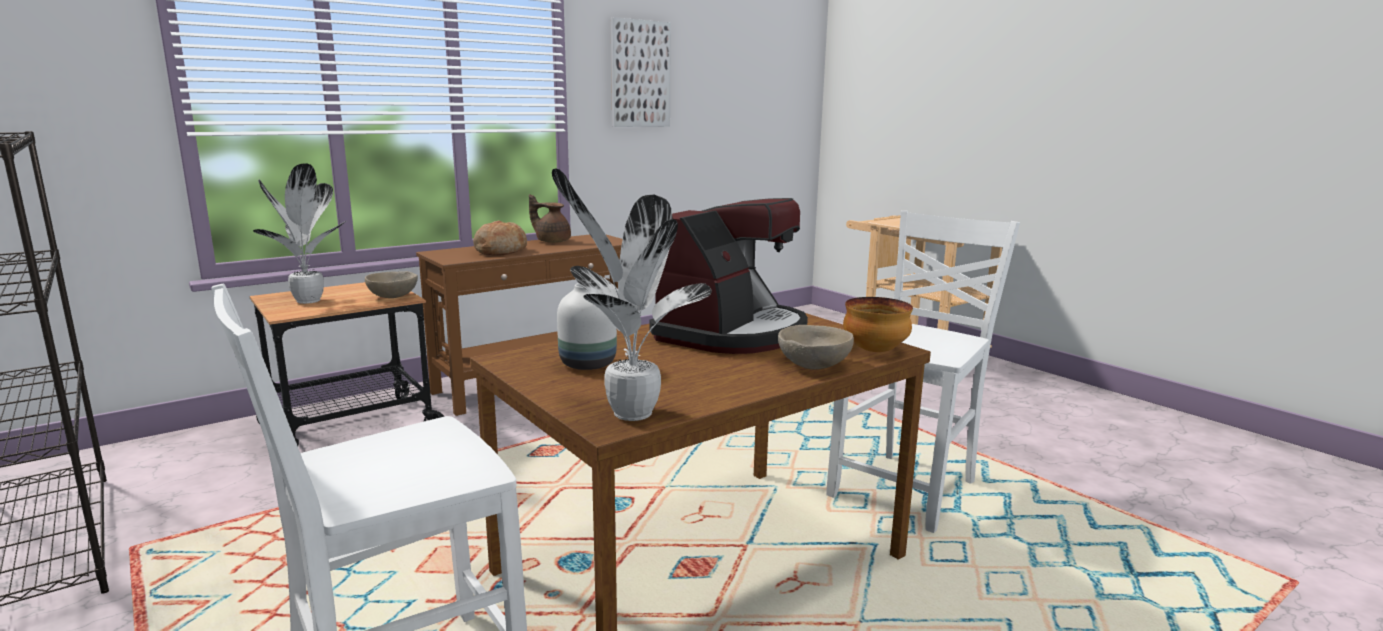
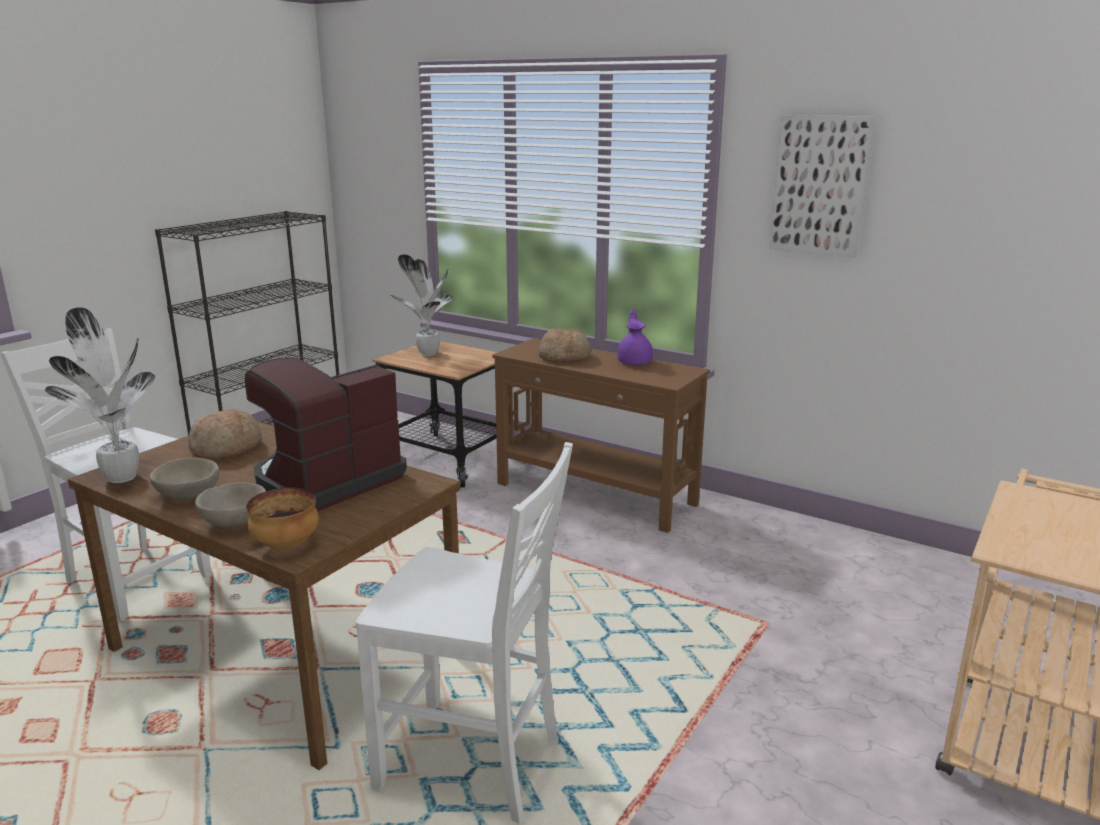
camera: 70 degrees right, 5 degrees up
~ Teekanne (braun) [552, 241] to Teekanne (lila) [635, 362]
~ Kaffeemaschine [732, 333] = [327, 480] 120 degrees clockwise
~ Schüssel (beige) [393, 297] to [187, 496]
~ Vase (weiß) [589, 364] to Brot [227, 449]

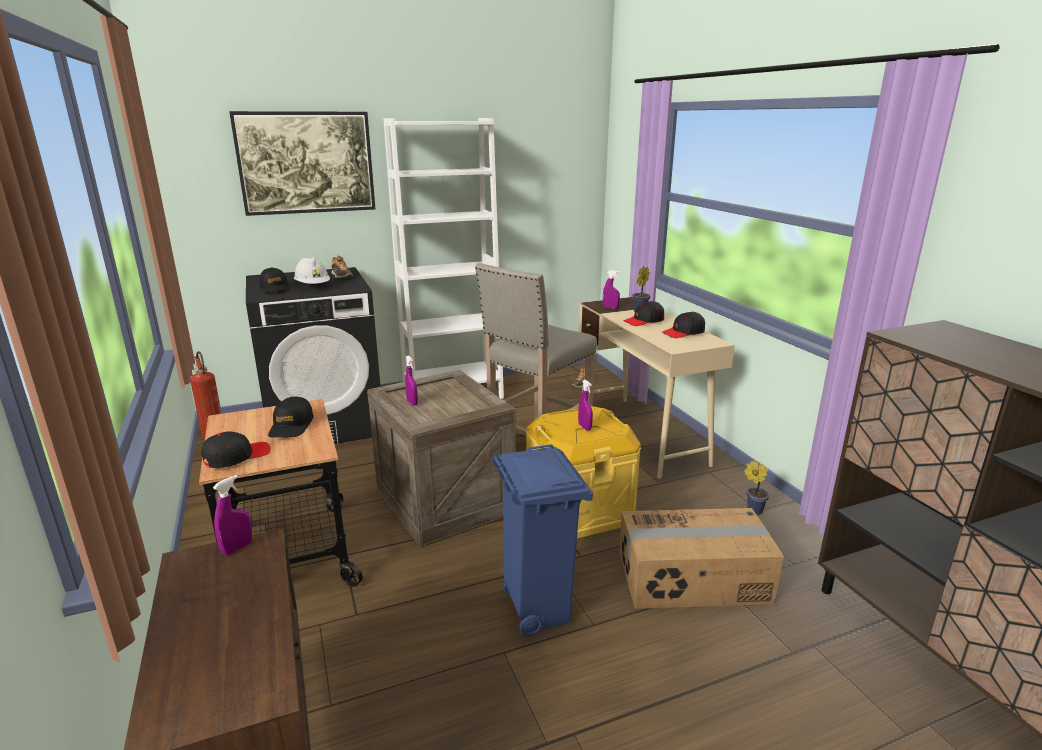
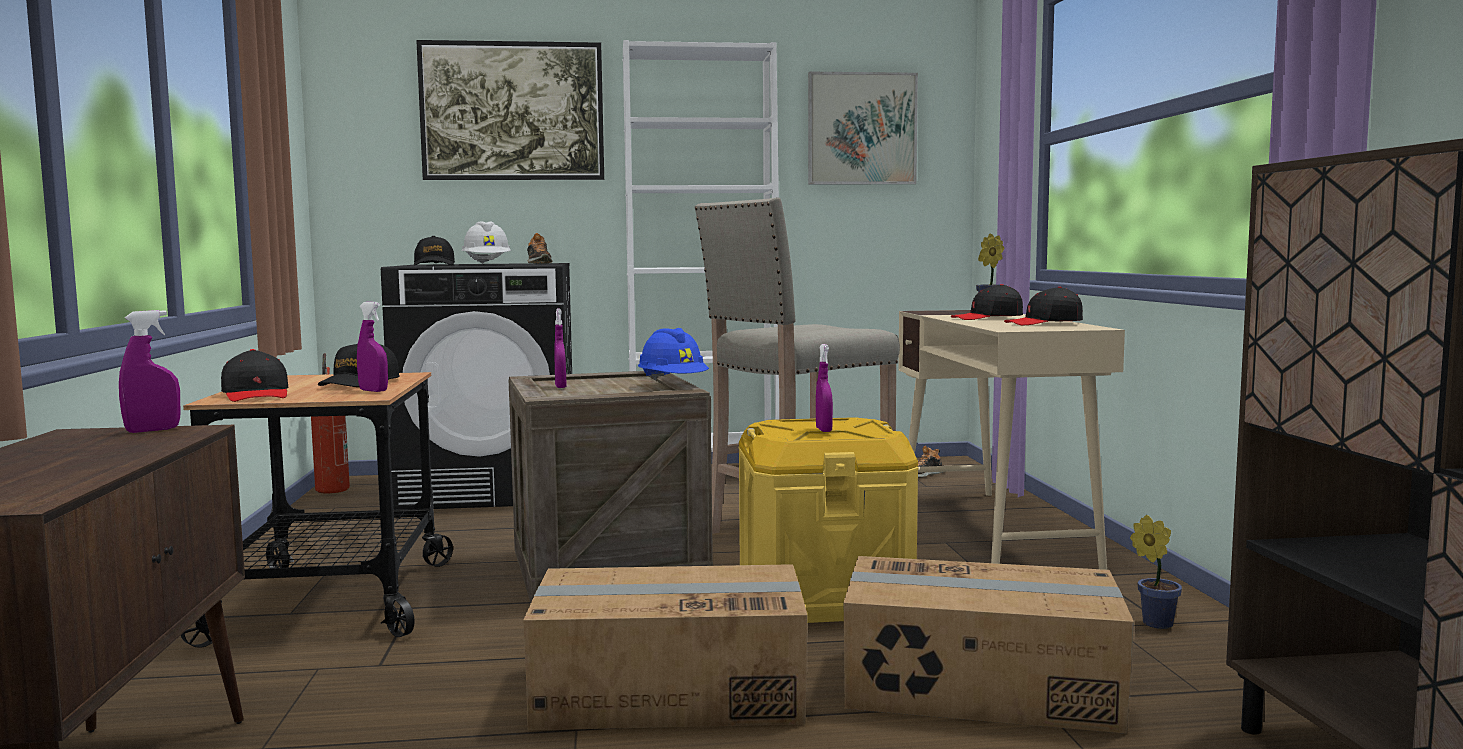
camera: 15 degrees right, 15 degrees down
~ Sprühflasche (lila) [610, 308] to [373, 391]
~ Kappe (schwarz) [236, 456] = [256, 395] 90 degrees clockwise
~ Mülleimer (blau) [537, 609] to Karton [669, 691]
+ Bild [862, 129]
+ Schutzhelm (blau) [673, 384]

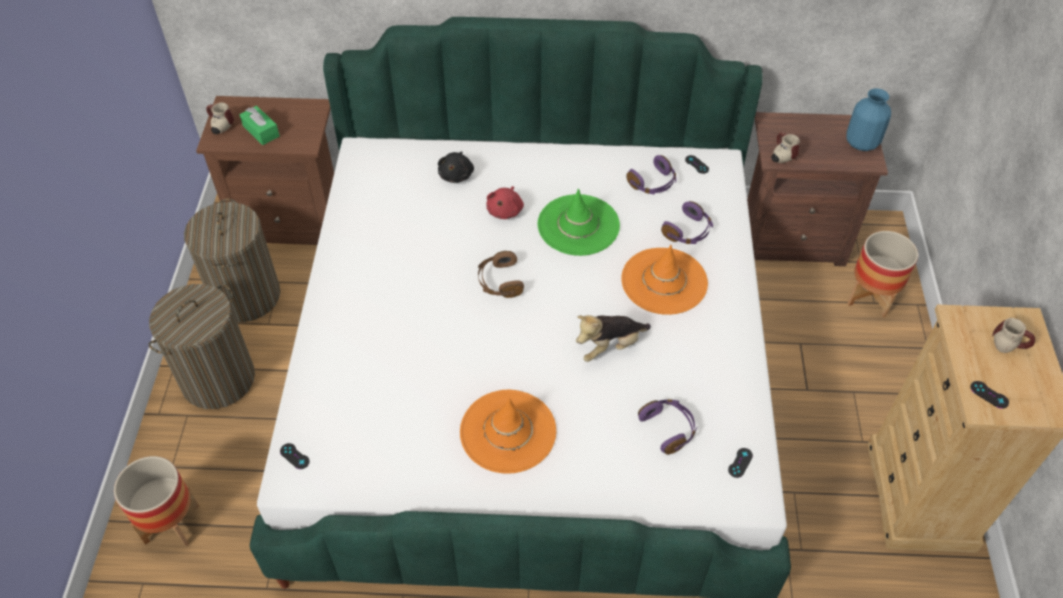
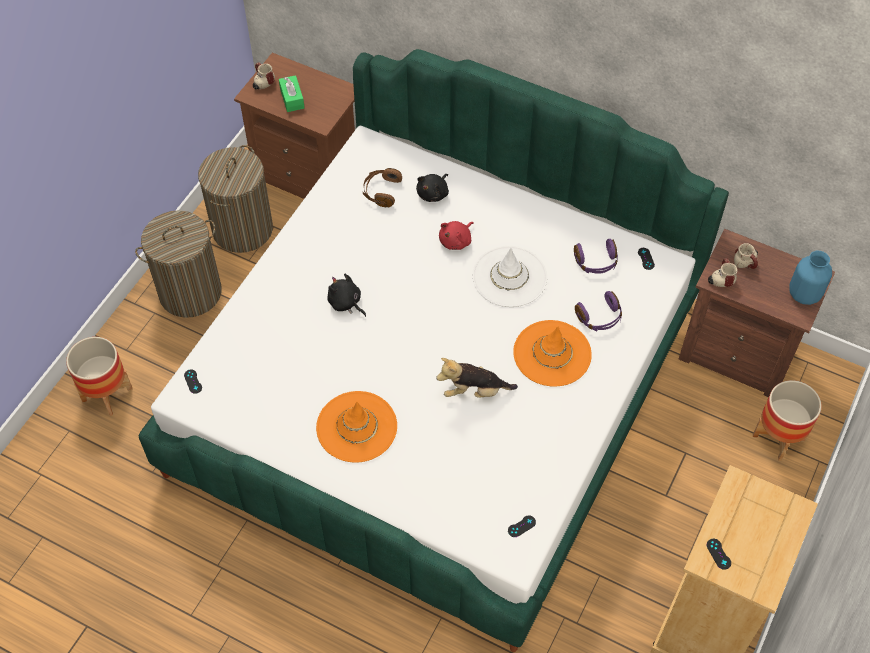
camera: 25 degrees right, 5 degrees up
~ Hut (grün) [578, 225] to Hut (weiß) [509, 277]
~ Kopfhörer (braun) [499, 281] to [381, 191]
~ Henkelbecher [1009, 342] to [747, 263]
- Kopfhörer (lila) [668, 429]
+ Plüschtier (schwarz) [346, 303]

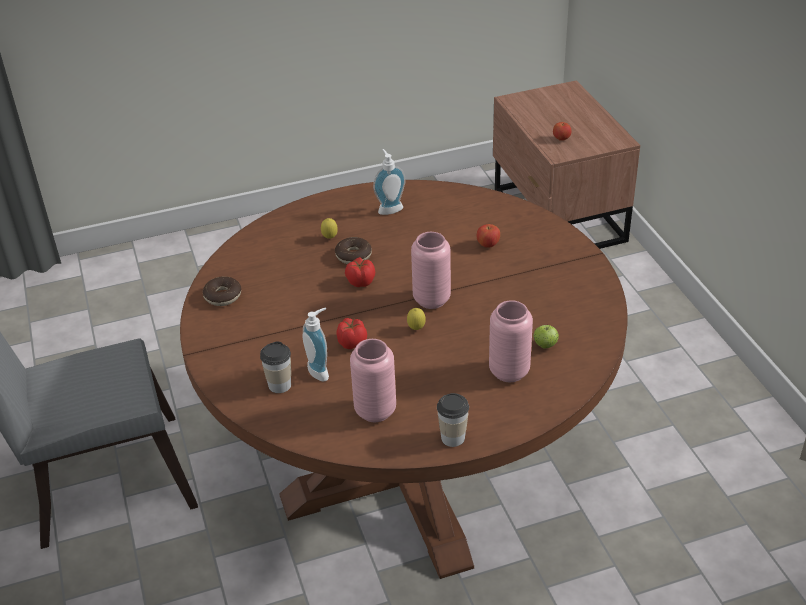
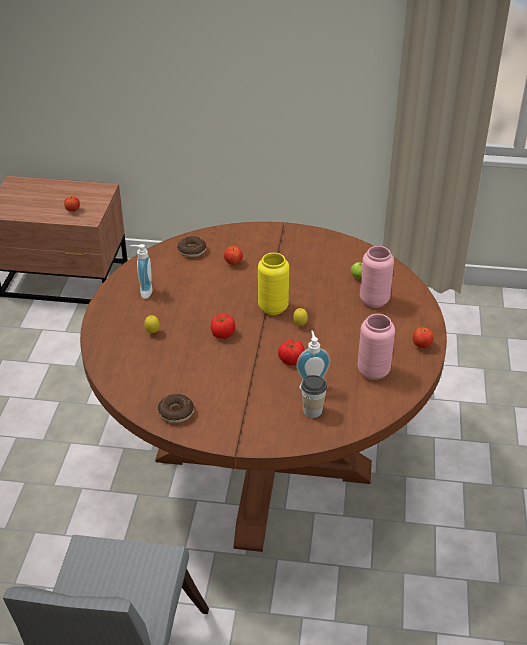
camera: 65 degrees left, 0 degrees up
~ Vase (rosa) [431, 300] to Vase (gelb) [273, 308]
~ Donut [353, 256] to [192, 251]
~ Tasse [453, 438] to Apfel [421, 345]

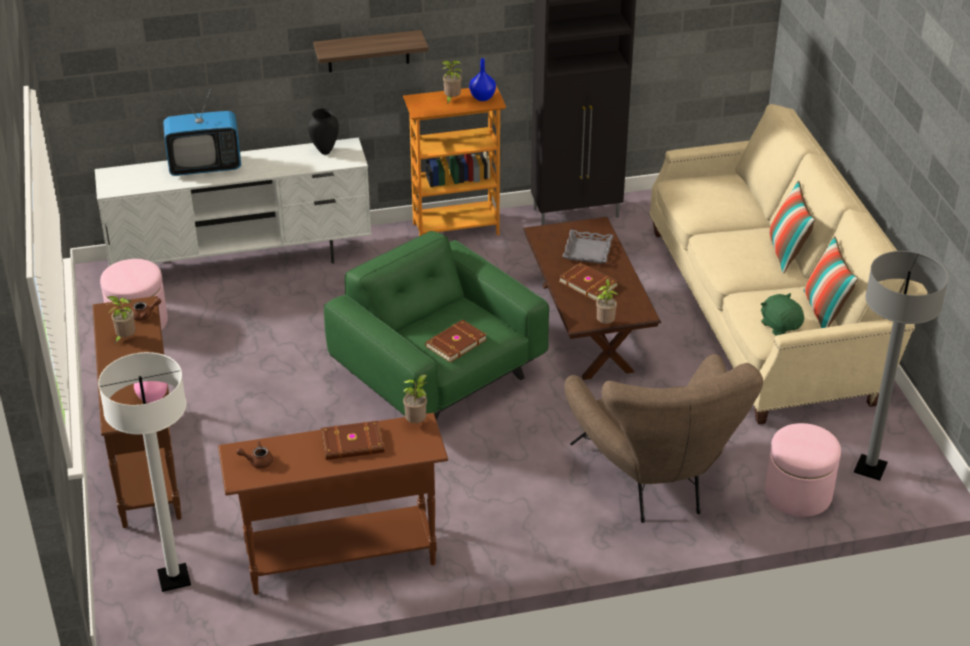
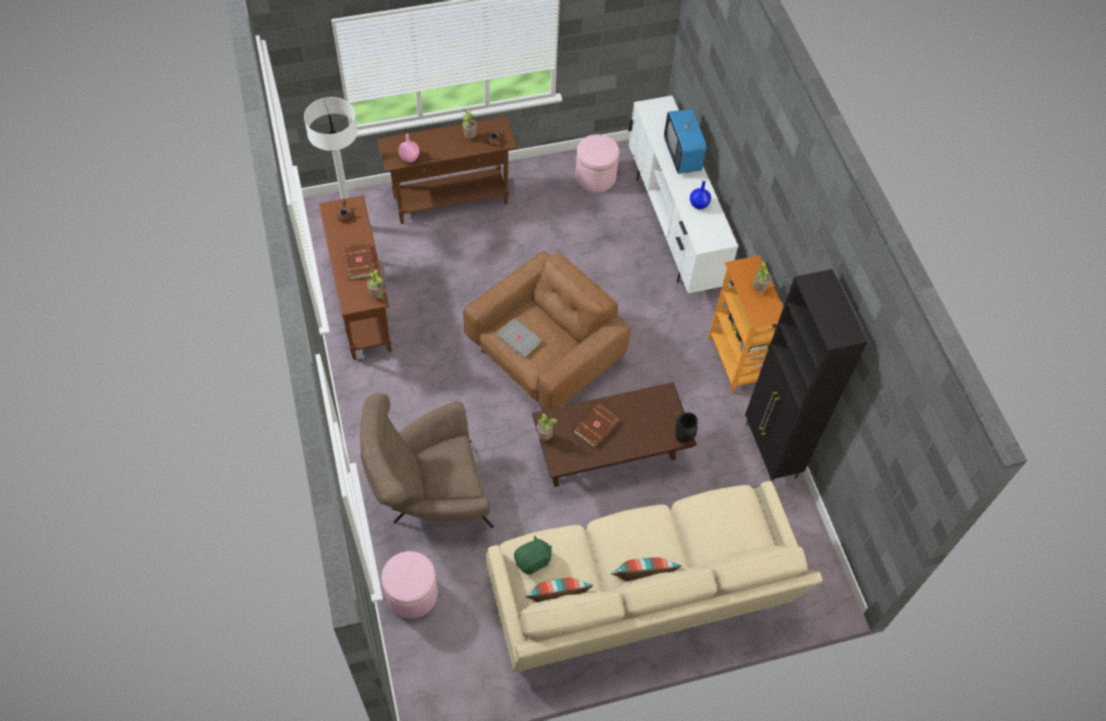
camera: 85 degrees right, 20 degrees up
- Wandregal [368, 51]
~ Vase (blau) [483, 97] to [698, 205]
~ Vase (schwarz) [325, 152] to [682, 438]
- Tablett (grau) [588, 251]
~ Sessel (grün) [437, 375] to Sessel (braun) [545, 354]
- Stehlampe (grau) [870, 468]
~ Buch (braun) [455, 343] to Buch (grau) [519, 338]

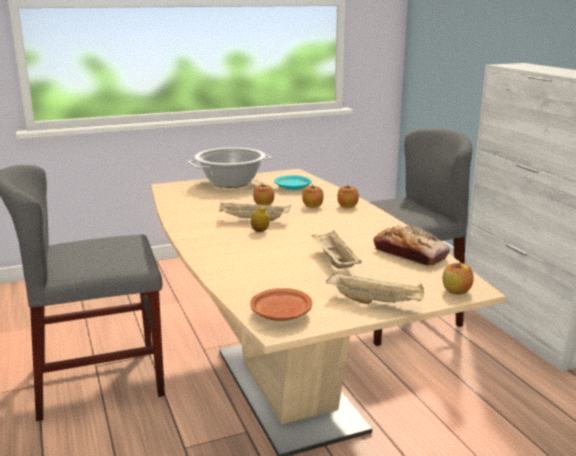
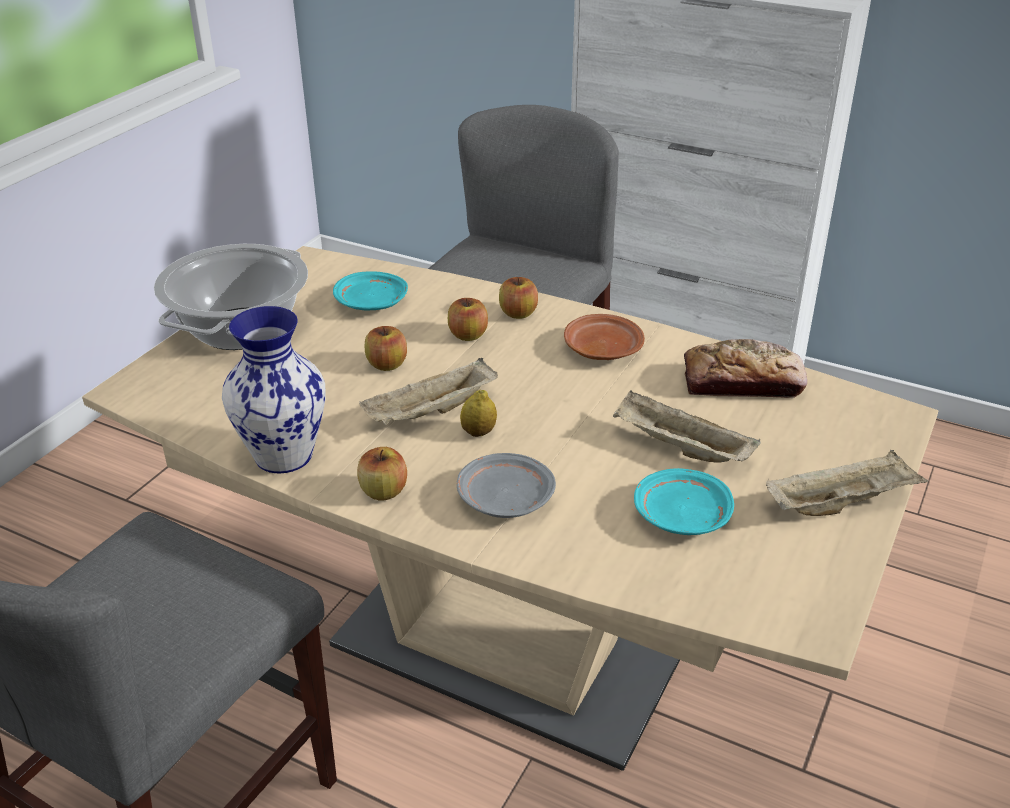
camera: 40 degrees left, 15 degrees up
~ Apfel [456, 291] to [383, 491]
~ Teller (braun) [281, 314] to [602, 349]
+ Vase [282, 455]
+ Teller (grau) [504, 499]
+ Teller (türkis) [681, 516]

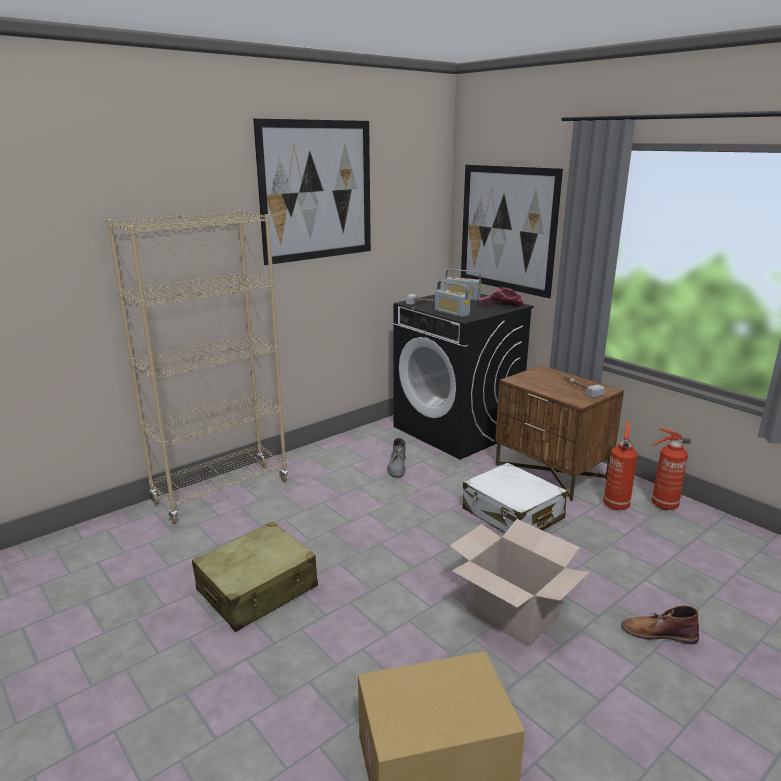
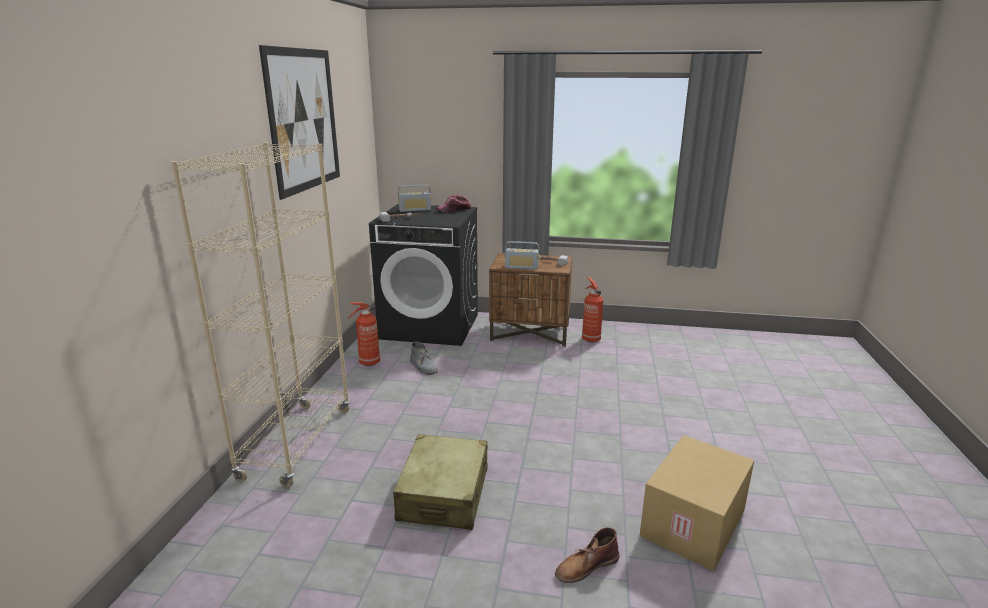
camera: 40 degrees left, 0 degrees up
- Bild [507, 229]
~ Radio [451, 313] to [521, 267]
~ Feuerlöscher [662, 505] to [368, 363]
- Koffer (weiß) [512, 514]
- Karton [513, 613]
~ Stiefel (braun) [658, 633] to [586, 566]

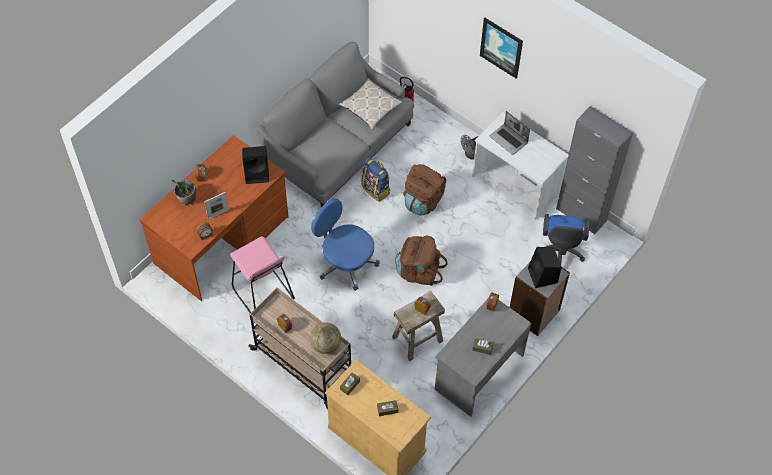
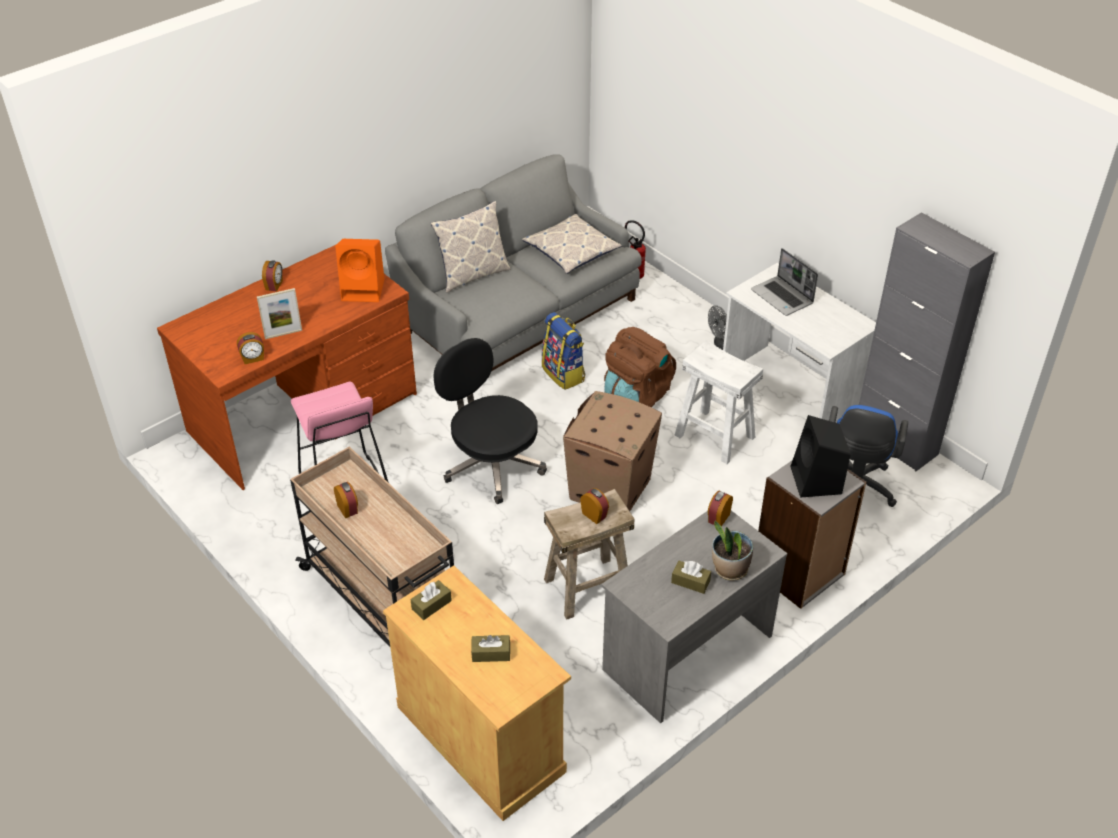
camera: 10 degrees right, 15 degrees down
- Bild [501, 47]
~ Lautsprecher (schwarz) [257, 173] to Lautsprecher (orange) [364, 290]
~ Topfpflanze [187, 199] to [729, 569]
~ Bürostuhl (blau) [345, 262] to Bürostuhl (schwarz) [491, 464]
~ Rucksack (braun) [418, 271] to Karton [609, 490]
- Globus [326, 345]
+ Kissen [472, 275]
+ Hocker (weiß) [714, 436]

